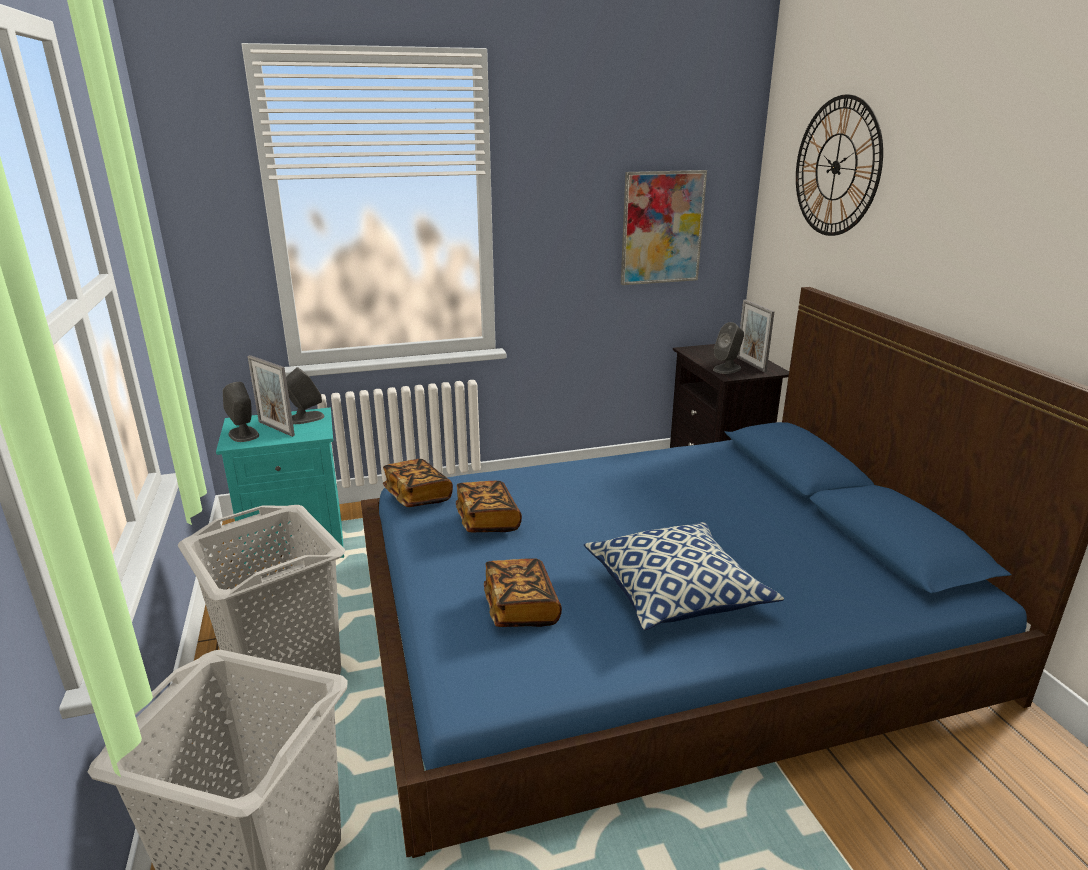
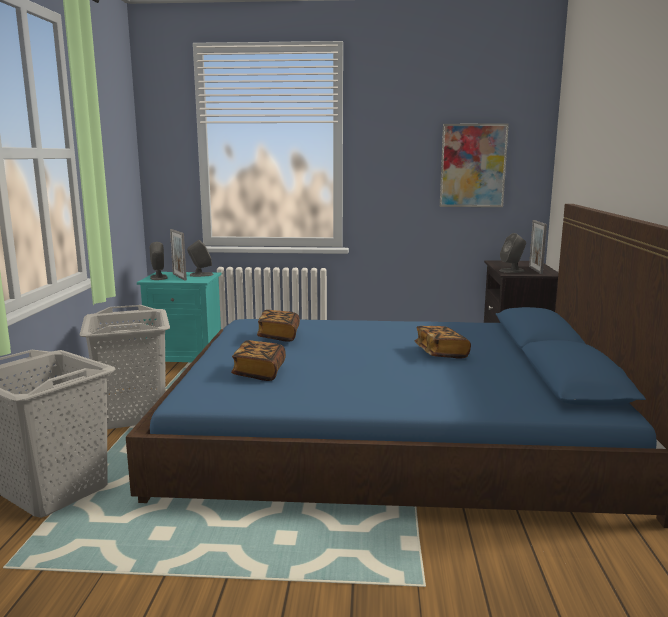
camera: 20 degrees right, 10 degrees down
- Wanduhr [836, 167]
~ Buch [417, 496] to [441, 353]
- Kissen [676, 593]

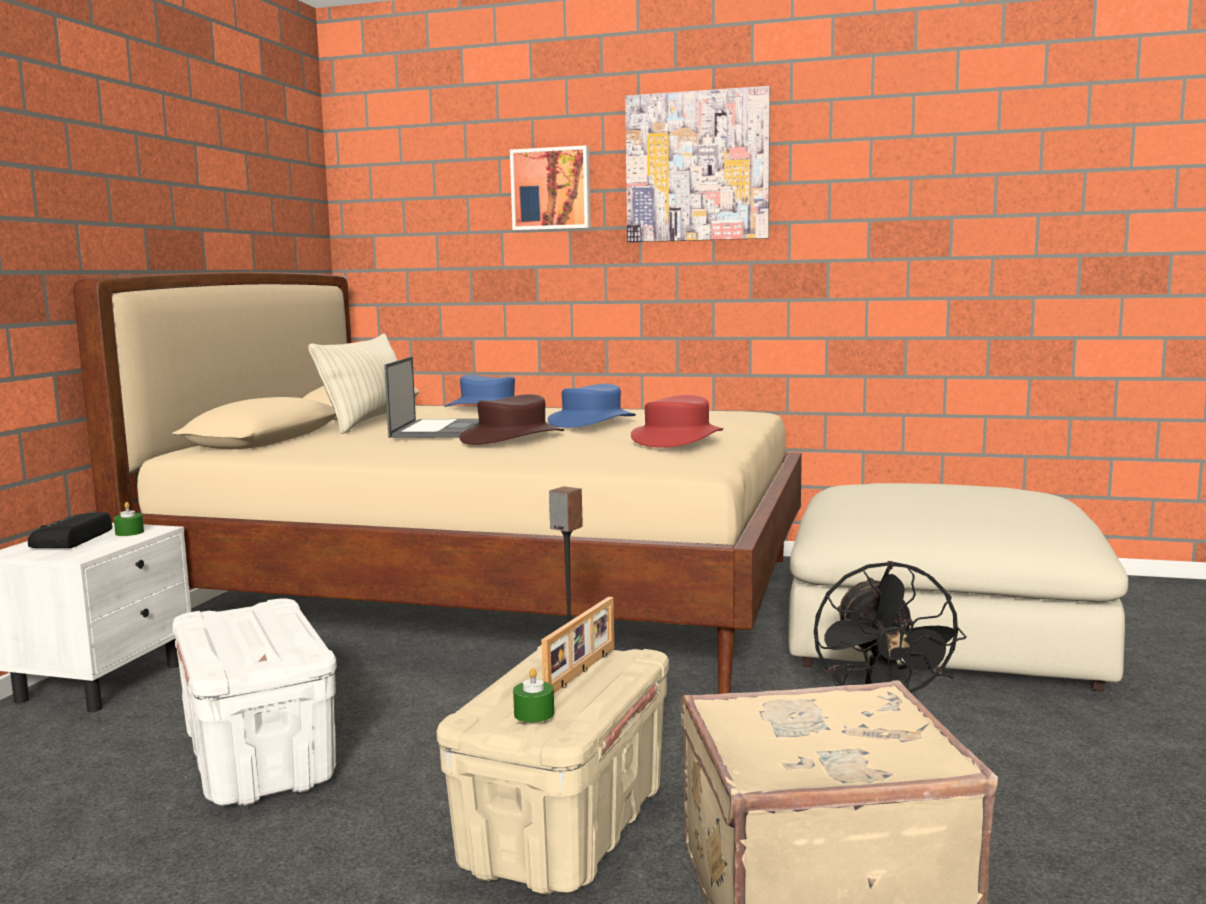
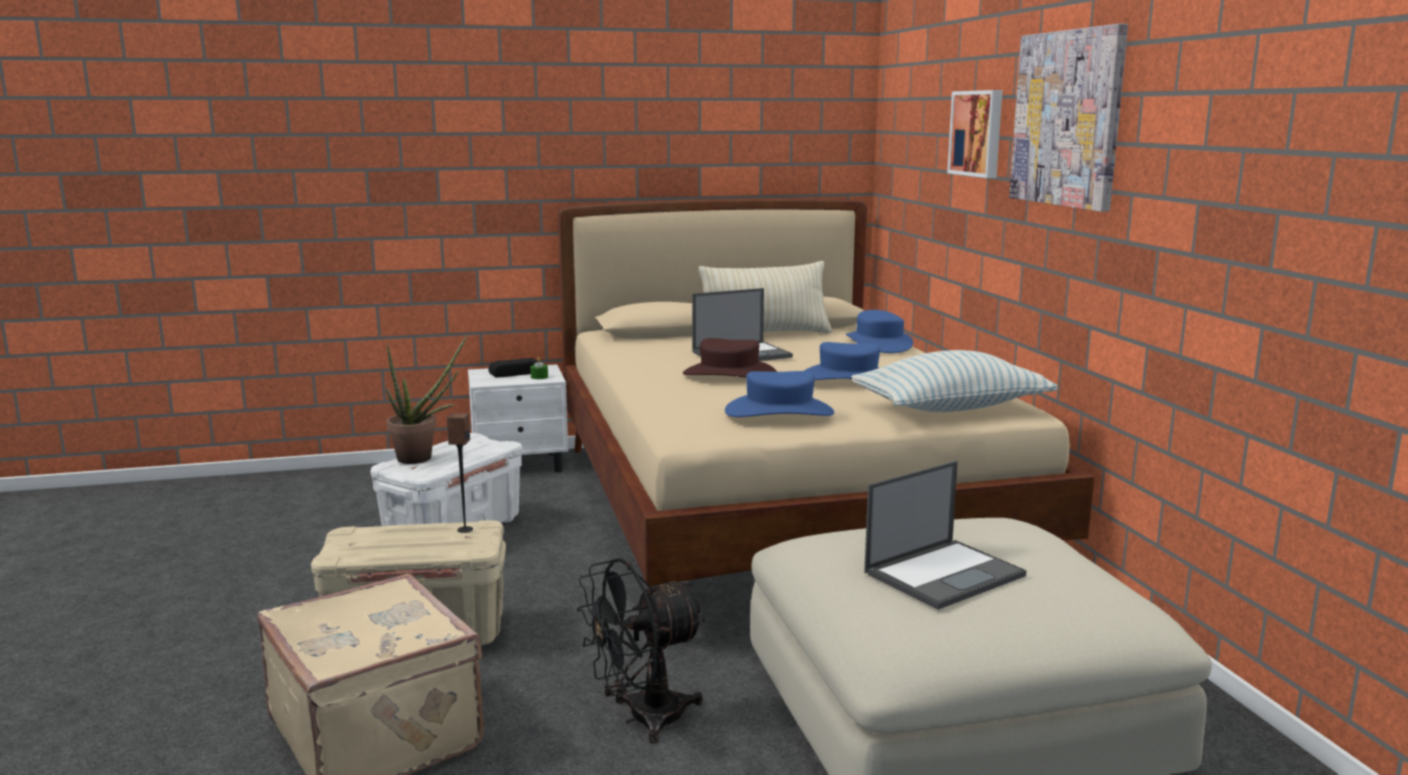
camera: 60 degrees right, 5 degrees up
~ Hut (rot) [677, 439] to Hut (blau) [779, 412]
- Bilderrahmen [582, 671]
- Kerze (grün) [534, 714]
+ Topfpflanze [422, 458]
+ Kissen [950, 408]
+ Laptop [945, 573]

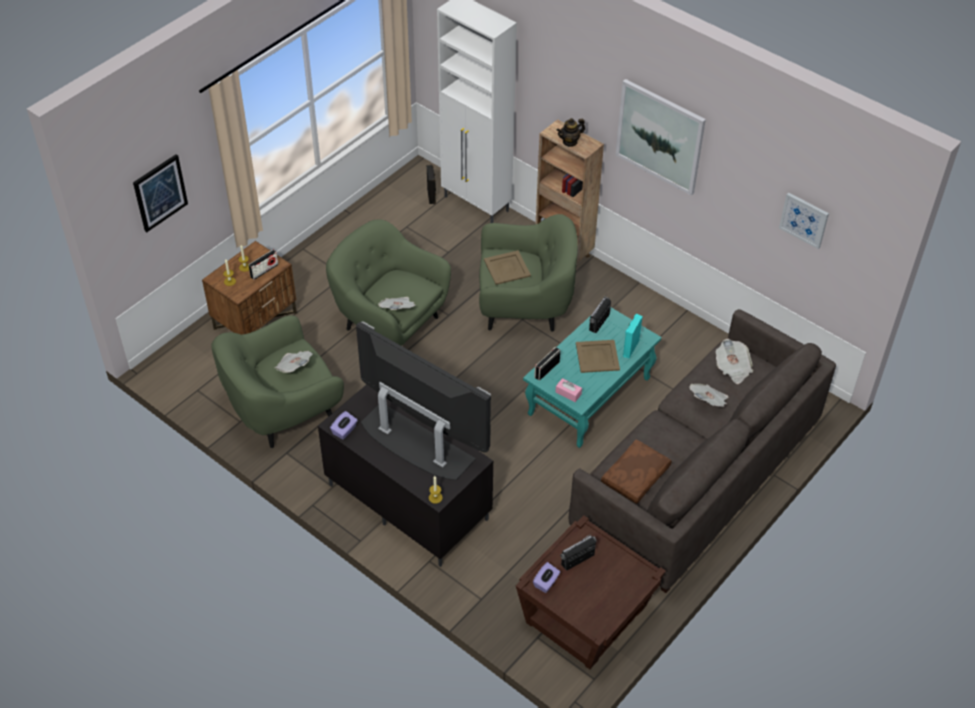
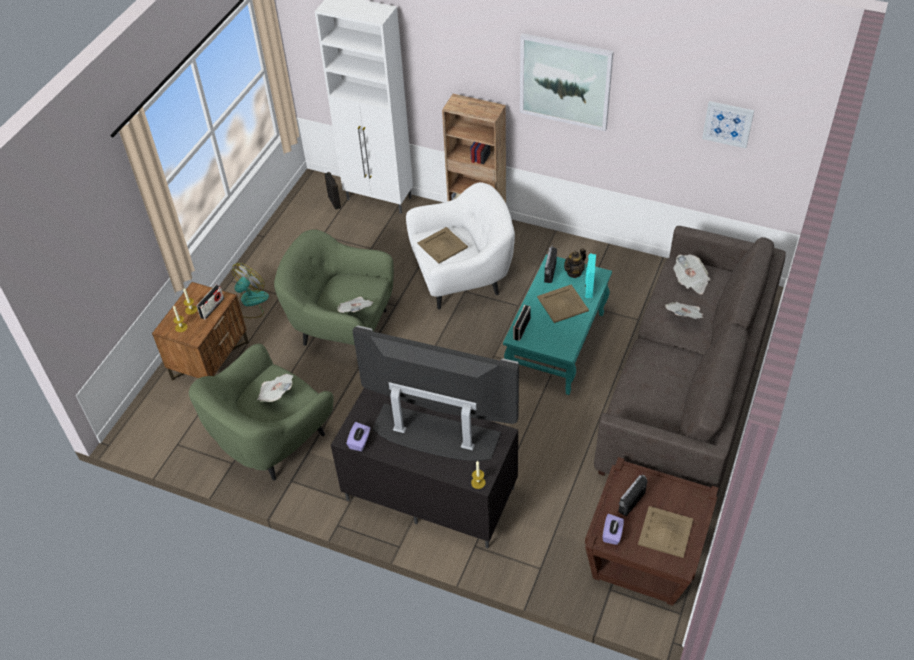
camera: 15 degrees left, 0 degrees up
~ Teekanne [570, 142] to [574, 272]
- Bild [160, 192]
~ Sessel (grün) [524, 306] to Sessel (weiß) [462, 279]
- Taschentuchbox (rosa) [568, 393]
- Kissen (braun) [636, 477]
+ Ventilator [250, 302]
+ Tablett (beige) [666, 532]

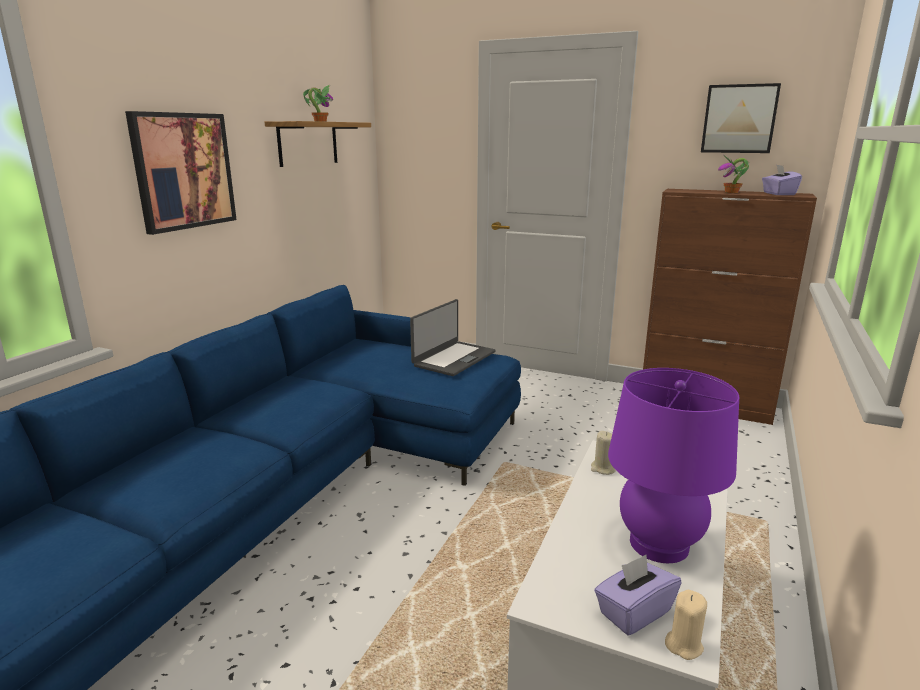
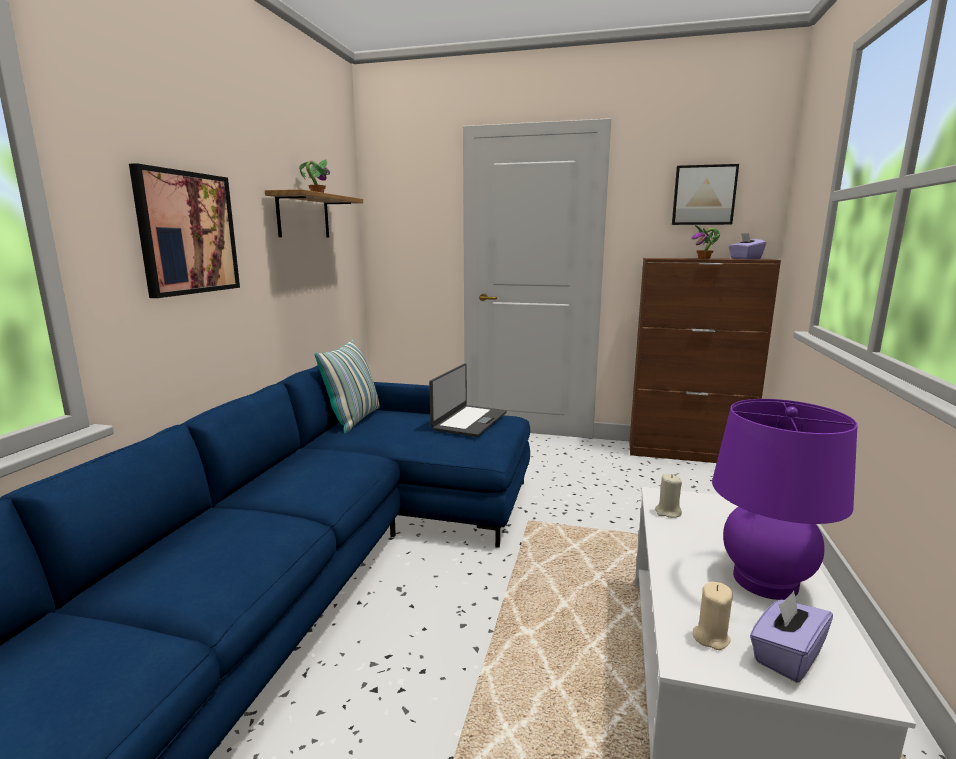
camera: 10 degrees left, 5 degrees down
~ Kerze (beige) [683, 645] to [710, 637]
+ Kissen [354, 420]

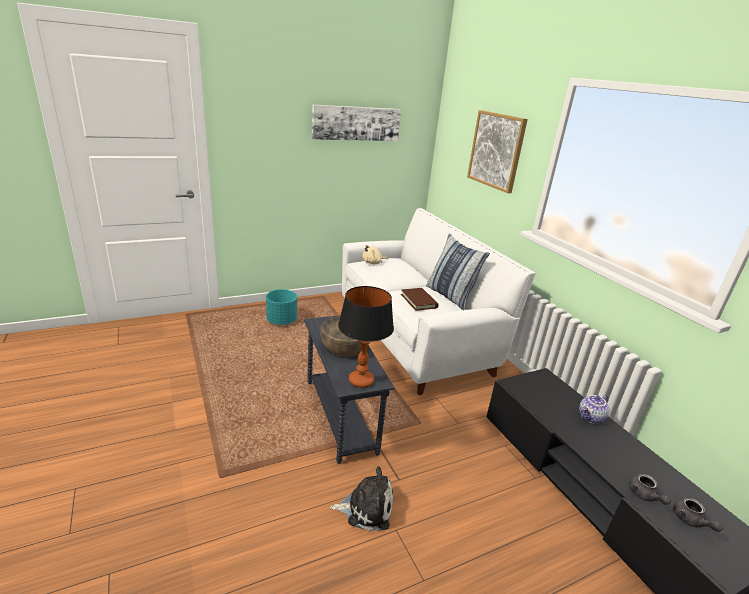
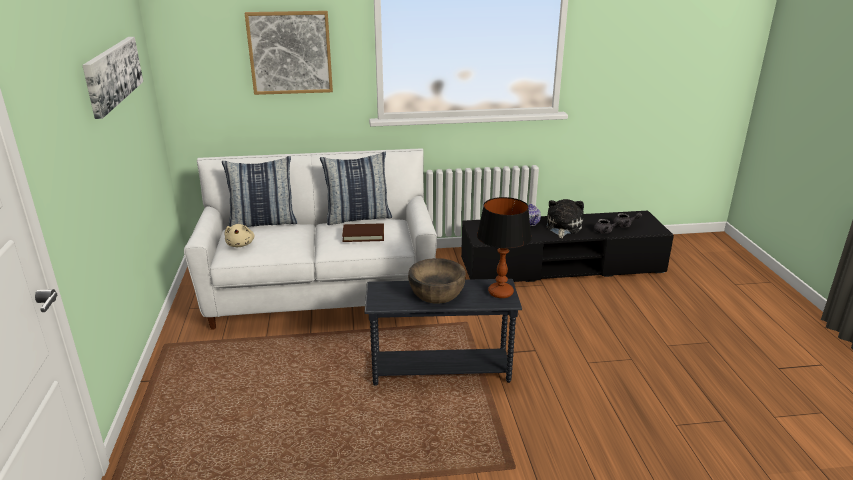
camera: 70 degrees left, 0 degrees up
- Pflanzkübel (türkis) [282, 321]
~ Plüschtier [366, 508] to [563, 227]
+ Kissen [263, 223]

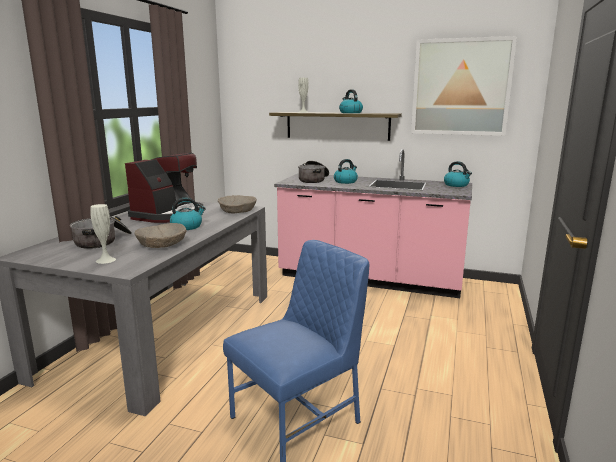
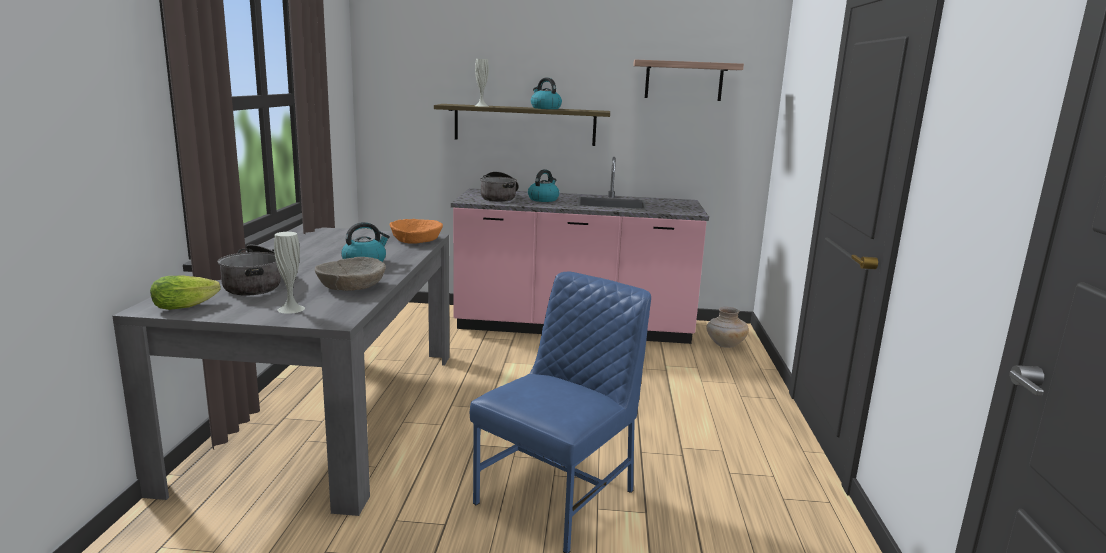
camera: 15 degrees left, 0 degrees up
~ Bild [461, 87] to Wandregal [684, 80]
- Kaffeemaschine [169, 215]
- Wasserkessel [456, 185]
~ Schüssel (beige) [237, 210] to Schüssel (orange) [416, 240]
+ Salatkopf [188, 305]
+ Vase (beige) [725, 344]

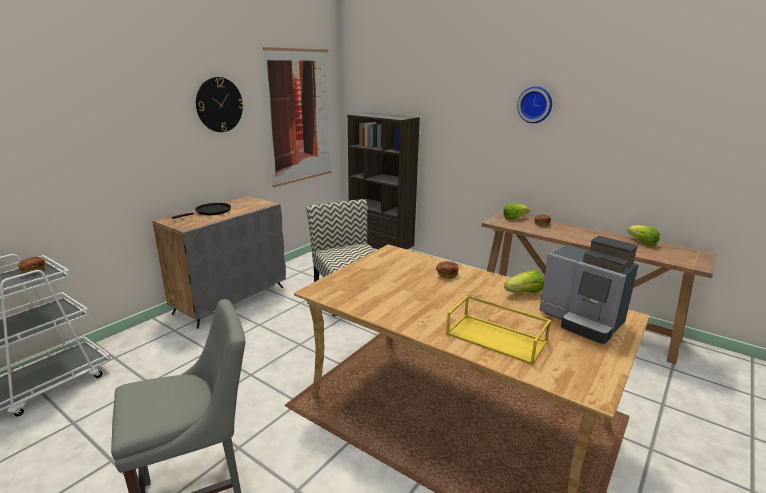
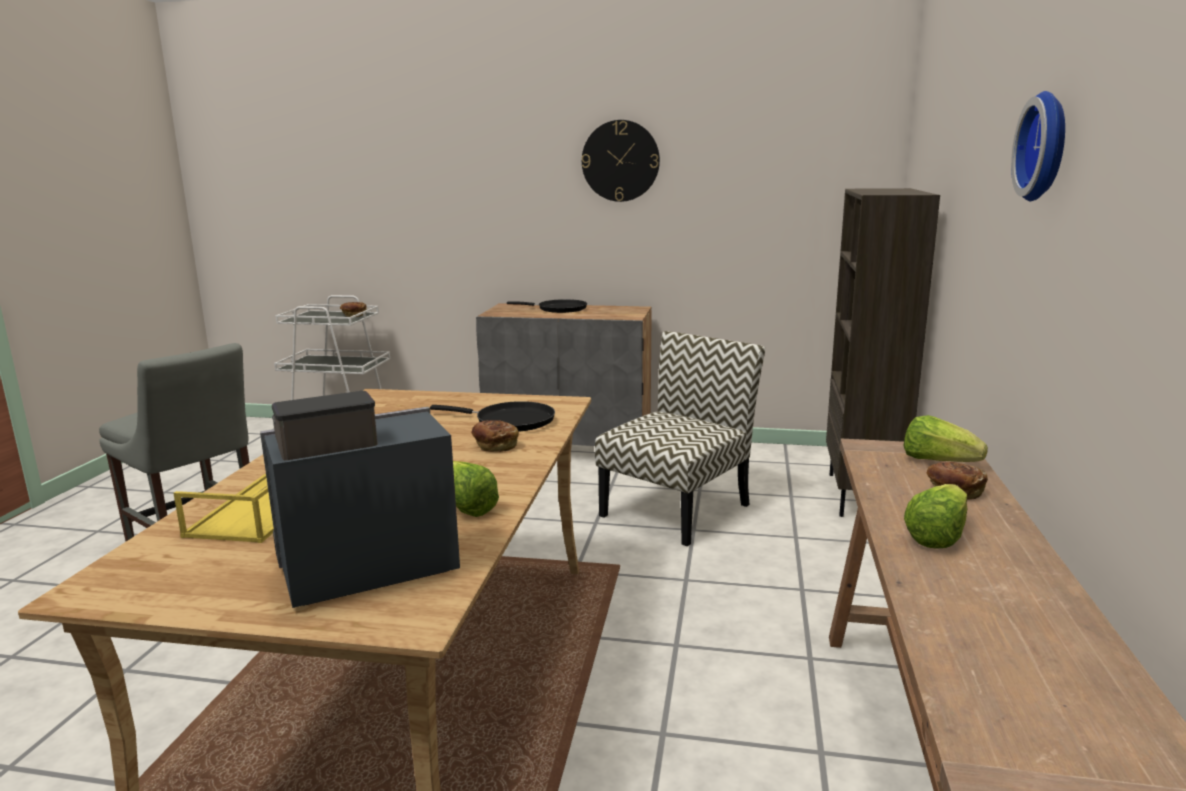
camera: 65 degrees right, 5 degrees down
- Bild [300, 117]
~ Salatkopf [642, 242] to [937, 536]
~ Kaffeemaschine [582, 321] = [360, 568] 45 degrees clockwise
+ Pfanne (schwarz) [510, 421]

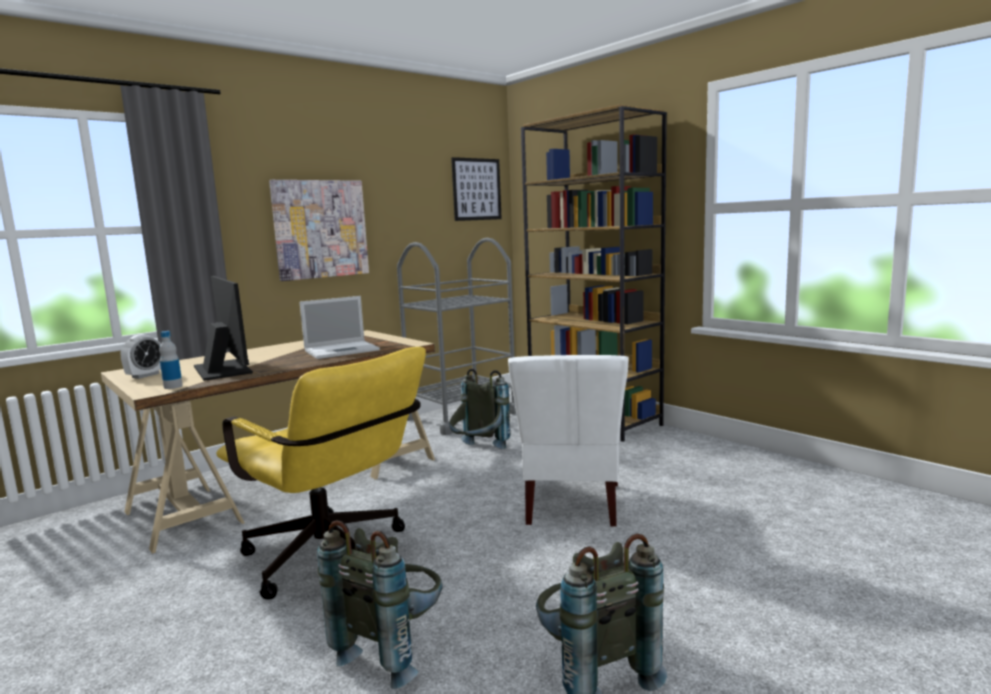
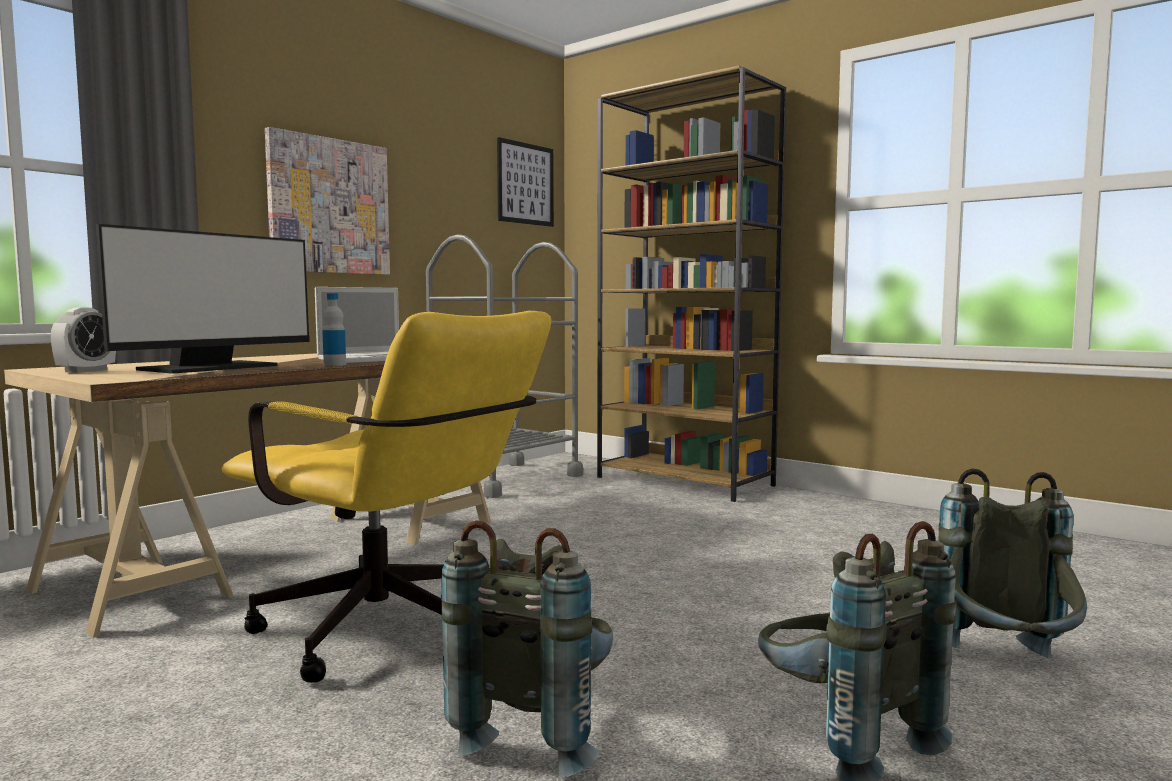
camera: 10 degrees left, 5 degrees down
~ Monitor [224, 369] = [210, 368] 75 degrees clockwise
~ Flasche [173, 386] to [334, 365]
- Stuhl (weiß) [571, 505]
~ Rucksack (grau) [479, 452] to [1007, 668]

